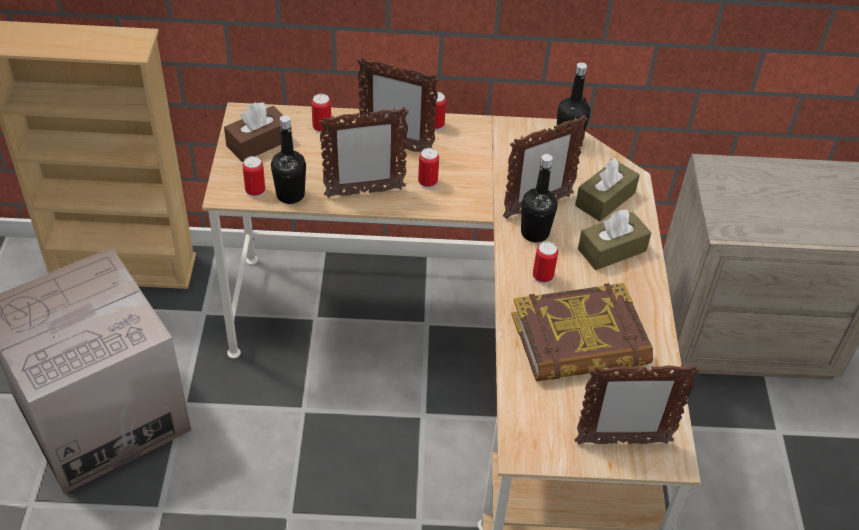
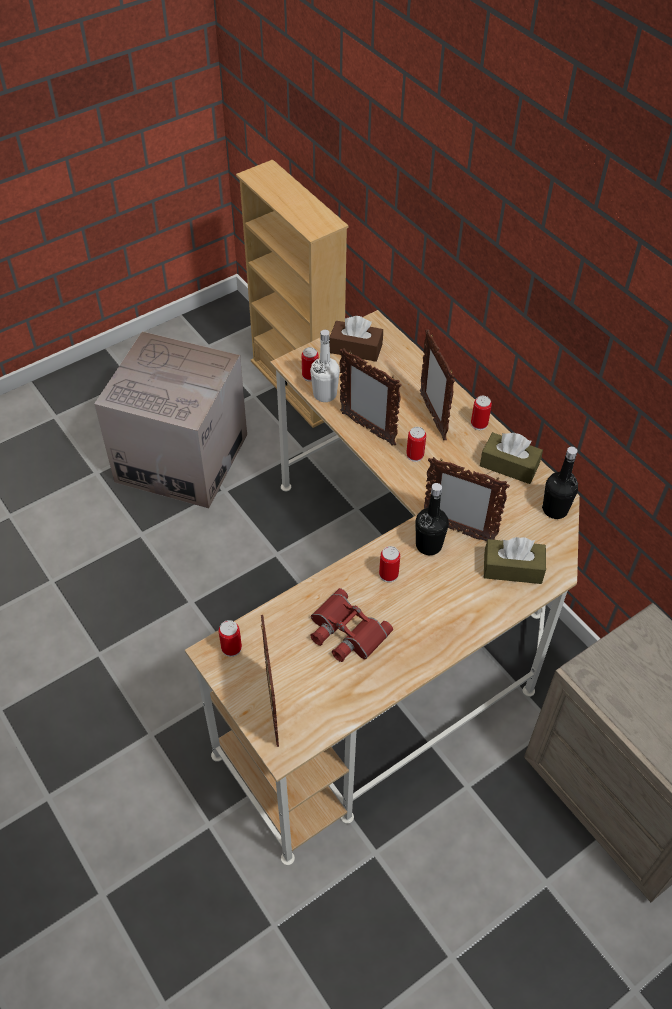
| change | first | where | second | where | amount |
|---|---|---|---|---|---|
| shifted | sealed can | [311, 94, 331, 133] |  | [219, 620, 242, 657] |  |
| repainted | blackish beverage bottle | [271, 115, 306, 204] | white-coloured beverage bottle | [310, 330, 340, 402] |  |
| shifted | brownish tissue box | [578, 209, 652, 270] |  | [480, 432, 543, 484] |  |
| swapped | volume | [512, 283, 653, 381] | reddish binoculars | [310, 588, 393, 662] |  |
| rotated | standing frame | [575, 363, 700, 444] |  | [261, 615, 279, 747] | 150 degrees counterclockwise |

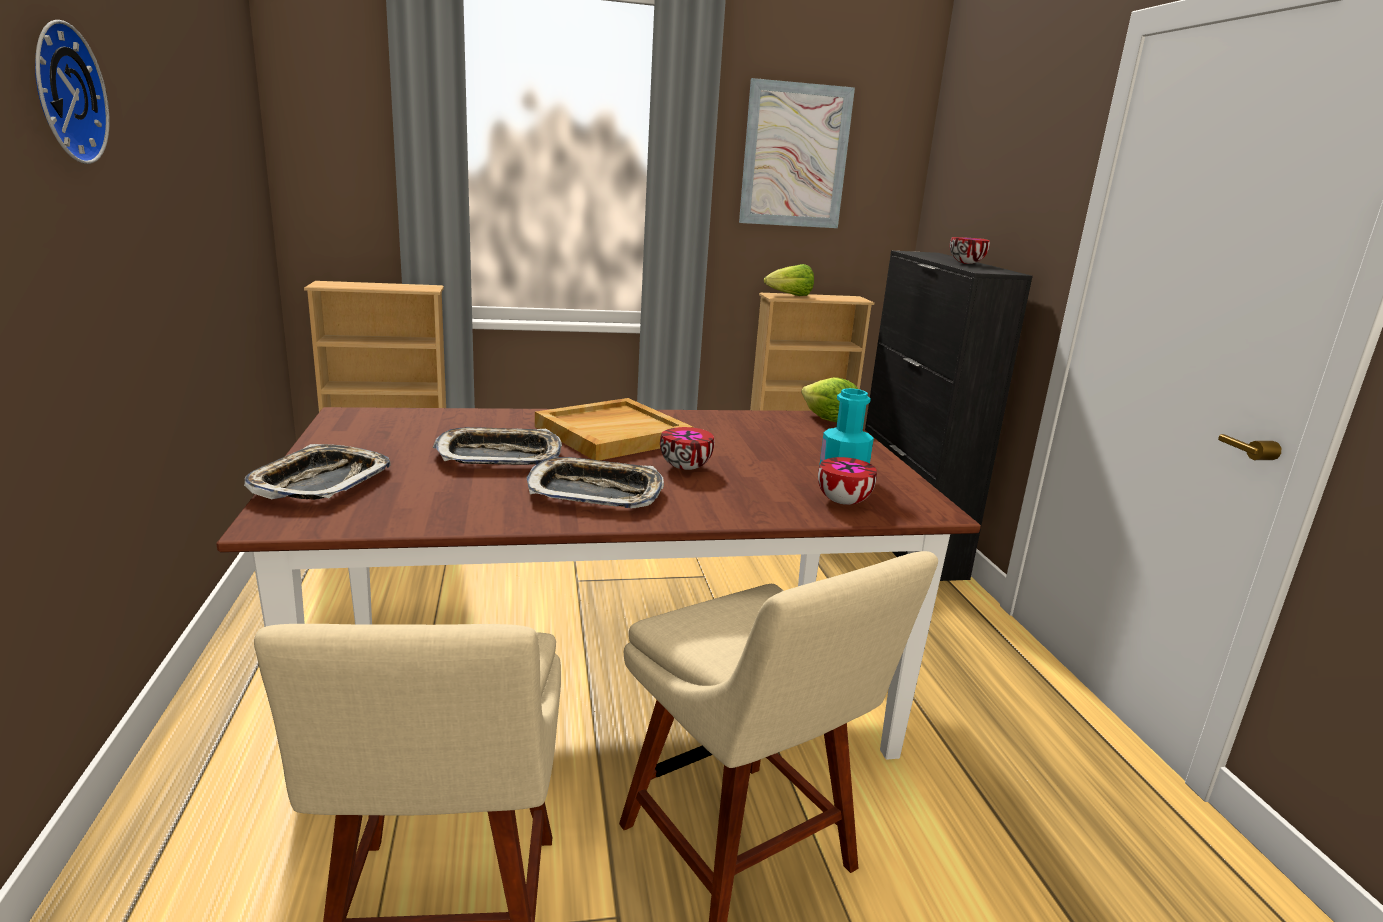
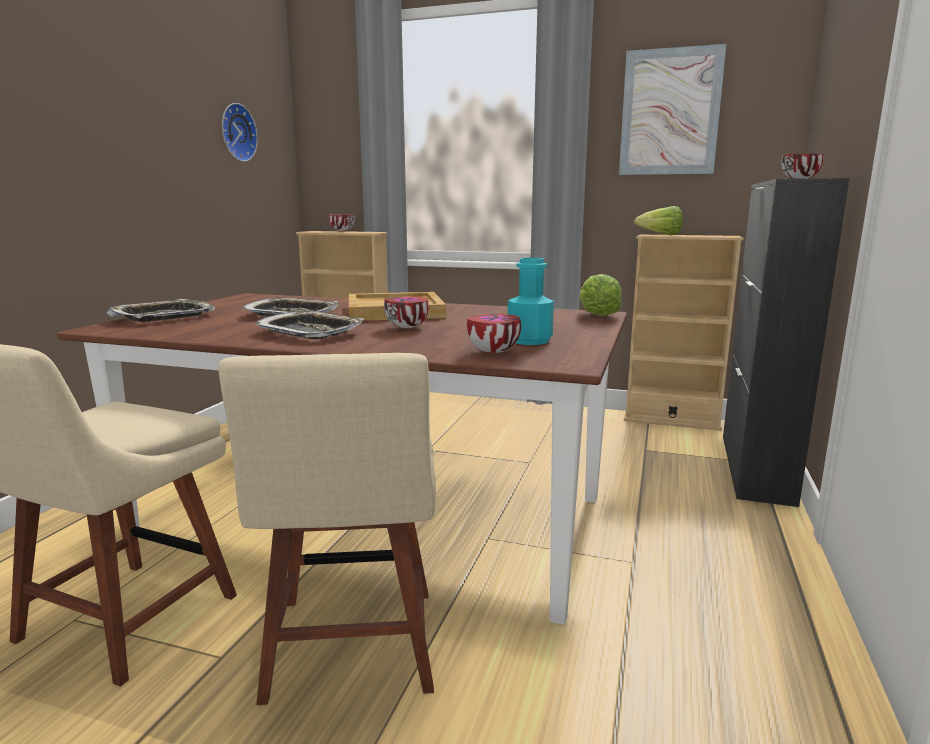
| change | first | where | second | where | amount |
|---|---|---|---|---|---|
| shifted | wall clock | [35, 20, 110, 164] |  | [222, 103, 258, 162] |  |
| new |  |  | bowl | [329, 214, 355, 232] |  |

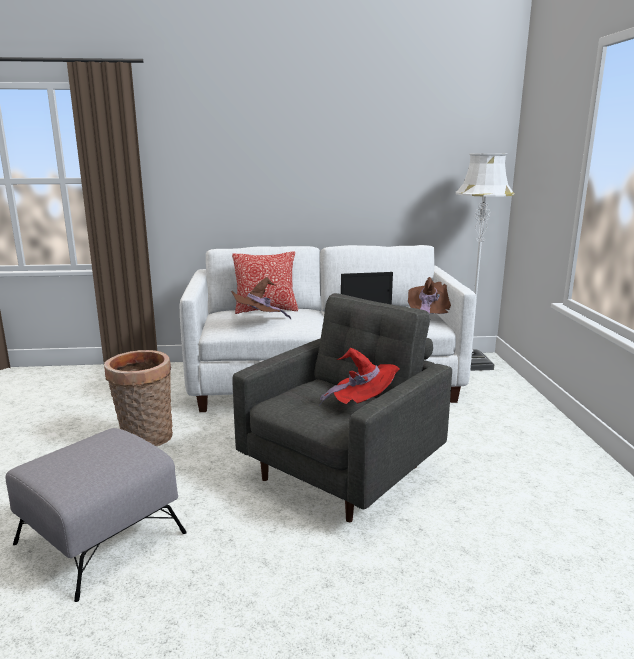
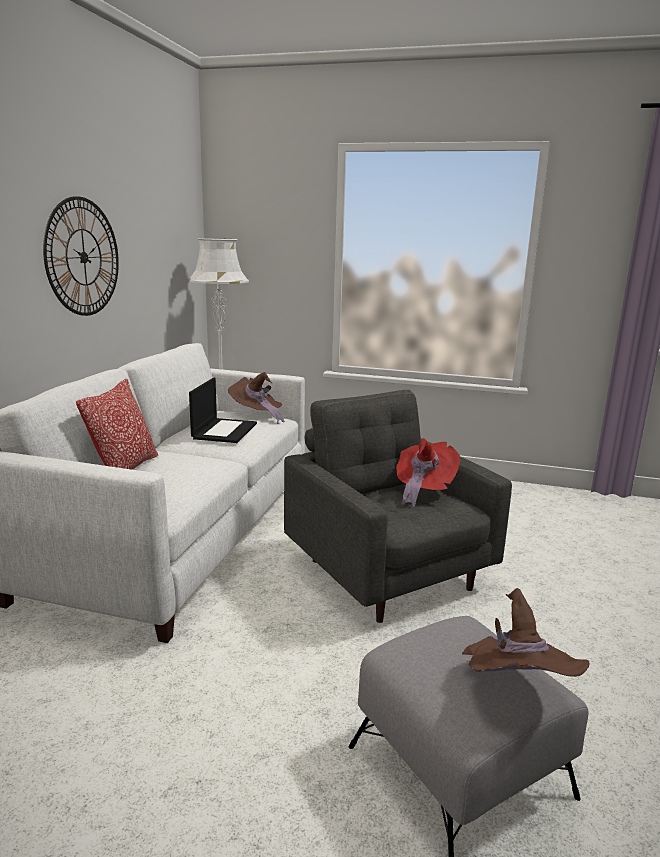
| change | first | where | second | where | amount |
|---|---|---|---|---|---|
| shifted | brownish clothing hat | [231, 277, 291, 319] |  | [462, 588, 590, 677] |  |
| gone | household basket | [104, 350, 173, 446] |  |  |  |
| new |  |  | wall clock | [43, 196, 119, 316] |  |

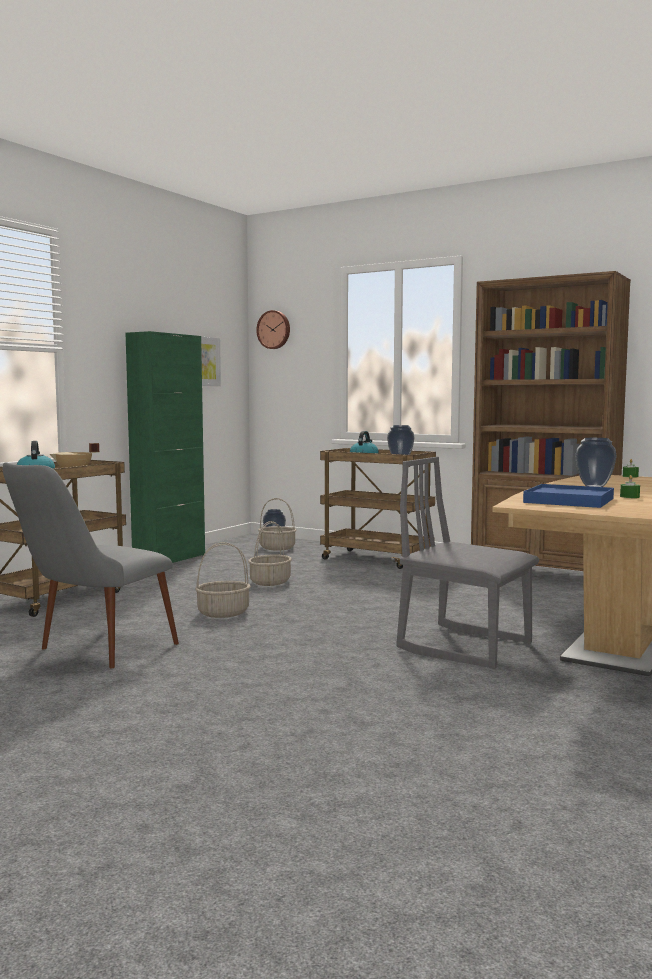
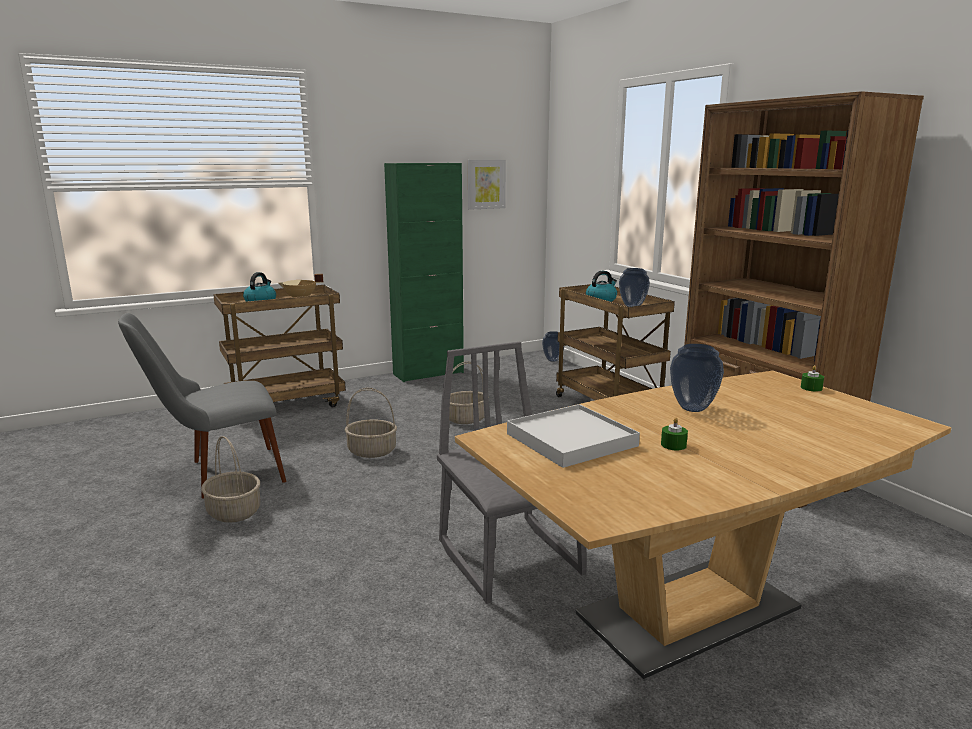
| change | first | where | second | where | amount |
|---|---|---|---|---|---|
| gone | wall clock | [256, 310, 290, 349] |  |  |  |
| repainted | bluish carrying tray | [523, 484, 614, 508] | white-coloured carrying tray | [507, 404, 640, 468] |  |
| shifted | household basket | [258, 498, 296, 551] |  | [201, 436, 260, 523] |  |

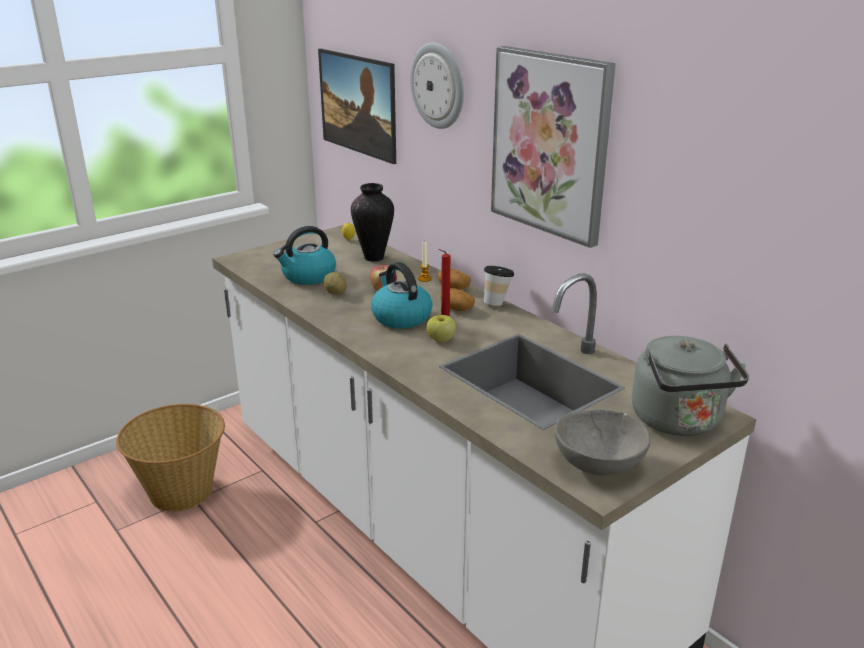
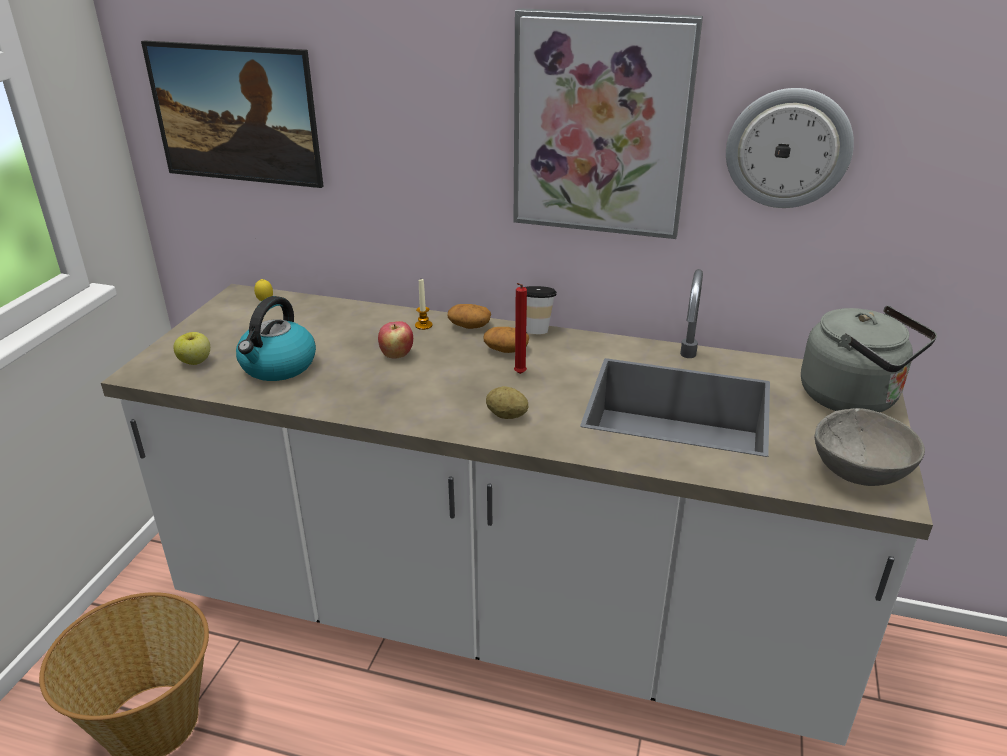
| change | first | where | second | where | amount |
|---|---|---|---|---|---|
| shifted | wall clock | [410, 43, 464, 129] |  | [726, 88, 854, 208] |  |
| gone | vase | [351, 183, 394, 261] |  |  |  |
| gone | tea kettle | [371, 262, 433, 329] |  |  |  |
| shifted | spud | [323, 272, 347, 294] |  | [486, 386, 528, 419] |  |
| shifted | whole apple | [427, 315, 456, 342] |  | [173, 332, 210, 365] |  |

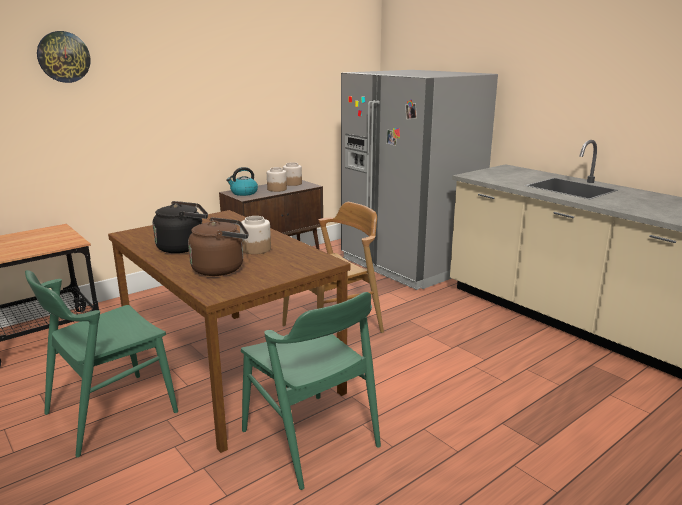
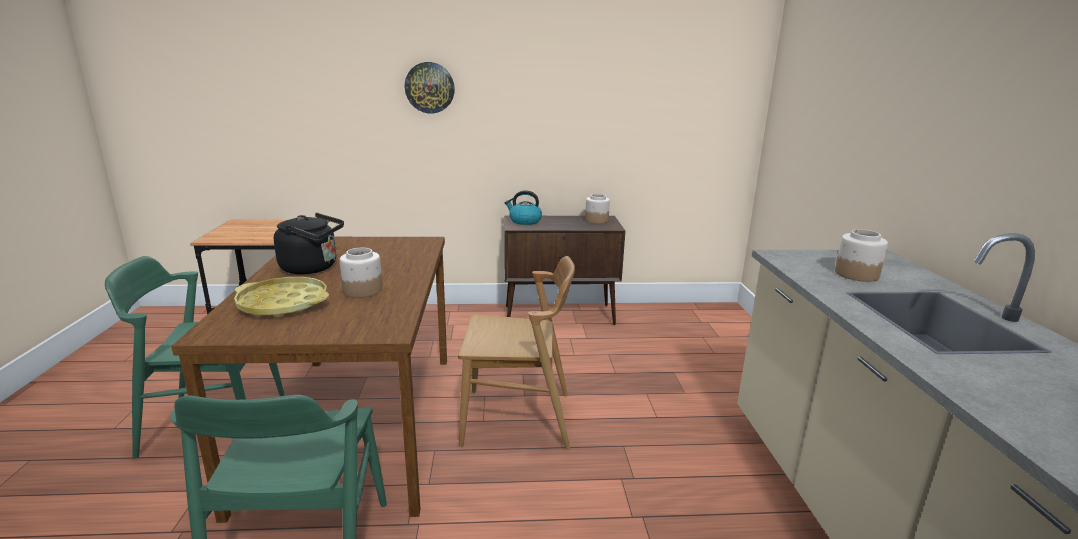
| change | first | where | second | where | amount |
|---|---|---|---|---|---|
| shifted | wall clock | [37, 31, 91, 83] |  | [405, 62, 455, 114] |  |
| gone | grey fridge | [341, 70, 498, 290] |  |  |  |
| shifted | jar | [267, 167, 287, 192] |  | [835, 229, 888, 282] |  |
| swapped | brownish tea kettle | [188, 217, 249, 276] | yellow-coloured carrying tray | [234, 277, 329, 317] |  |

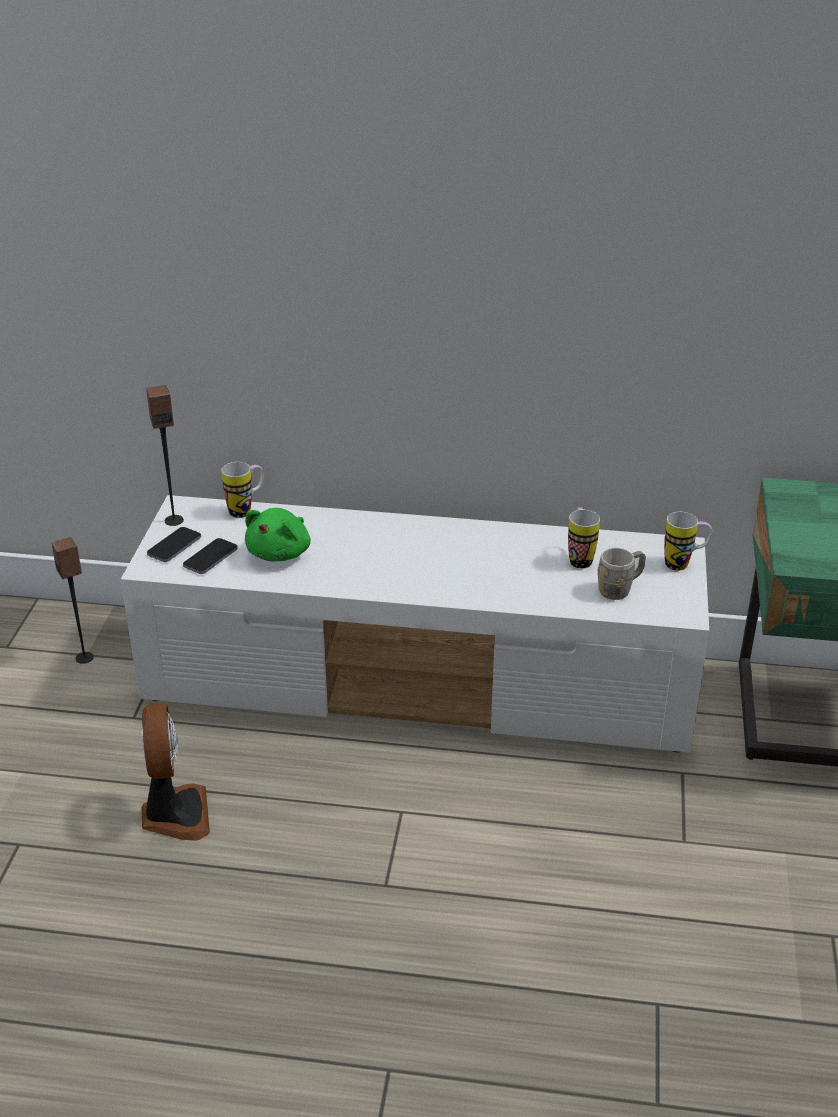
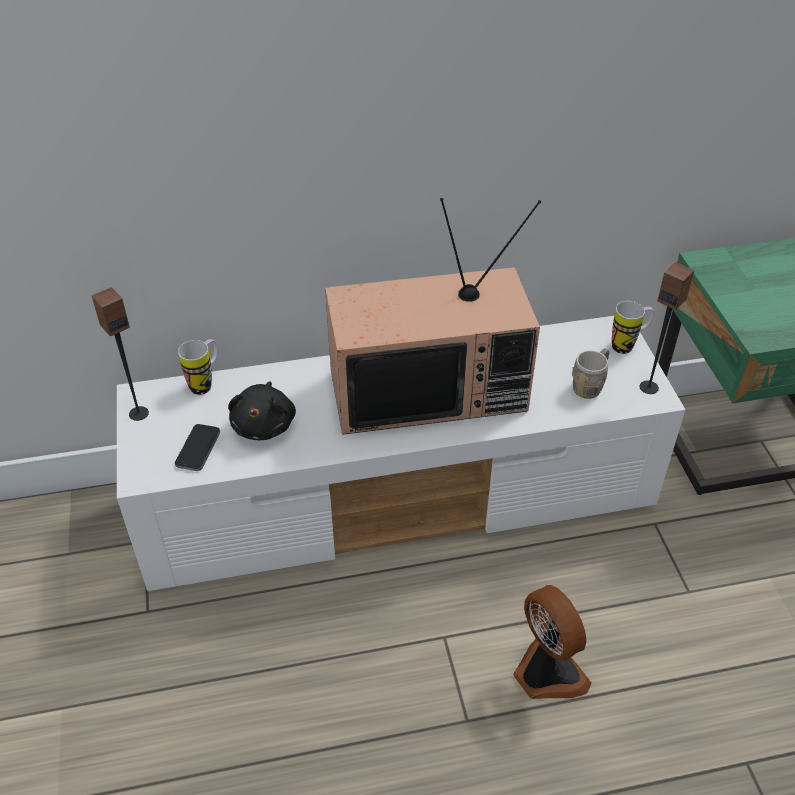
| change | first | where | second | where | amount |
|---|---|---|---|---|---|
| gone | coffee mug | [568, 507, 600, 569] |  |  |  |
| repainted | greenish plush toy | [245, 508, 311, 561] | blackish plush toy | [228, 381, 296, 440] |  |
| gone | handset | [147, 527, 201, 562] |  |  |  |
| shifted | audio speaker | [51, 537, 94, 664] |  | [639, 262, 695, 394] |  |
| shifted | cooling fan | [142, 703, 210, 841] |  | [513, 585, 592, 699] |  |
| new |  |  | TV | [325, 198, 541, 435] |  |

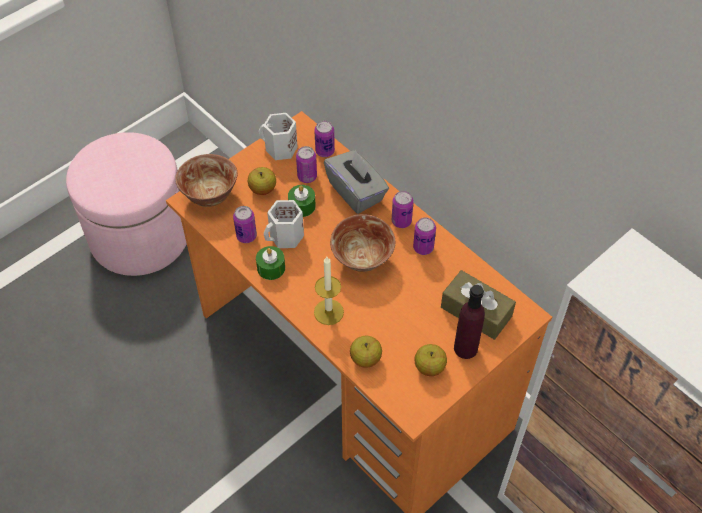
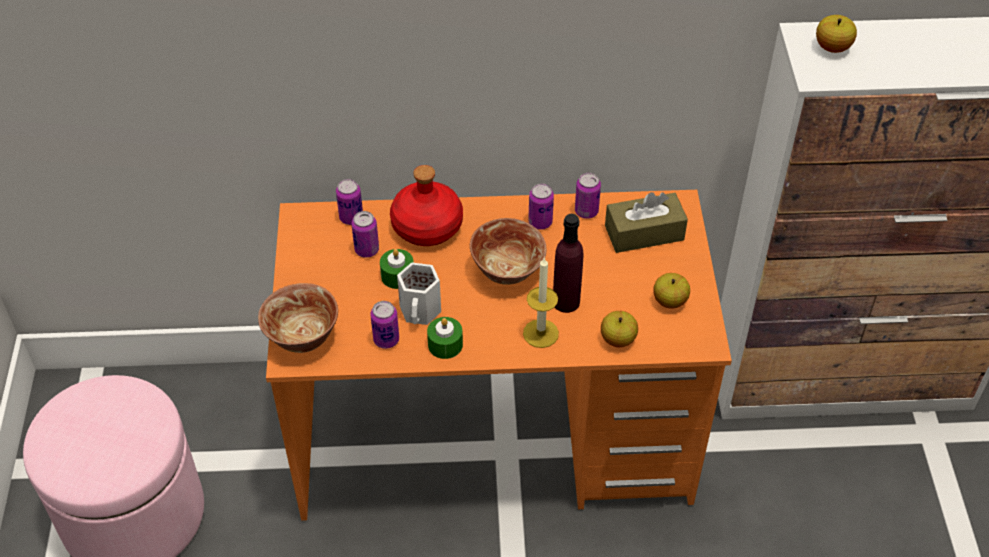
| change | first | where | second | where | amount |
|---|---|---|---|---|---|
| gone | white-coloured coffee mug | [259, 113, 297, 160] |  |  |  |
| swapped | grey tissue box | [324, 150, 389, 214] | reddish beverage bottle | [390, 165, 463, 246] |  |
| shifted | whole apple | [248, 167, 276, 195] |  | [816, 15, 857, 53] |  |
| shifted | sealed can | [392, 191, 414, 228] |  | [575, 173, 601, 219] |  |
| shifted | purplish beverage bottle | [454, 285, 485, 359] |  | [553, 214, 583, 313] |  |

